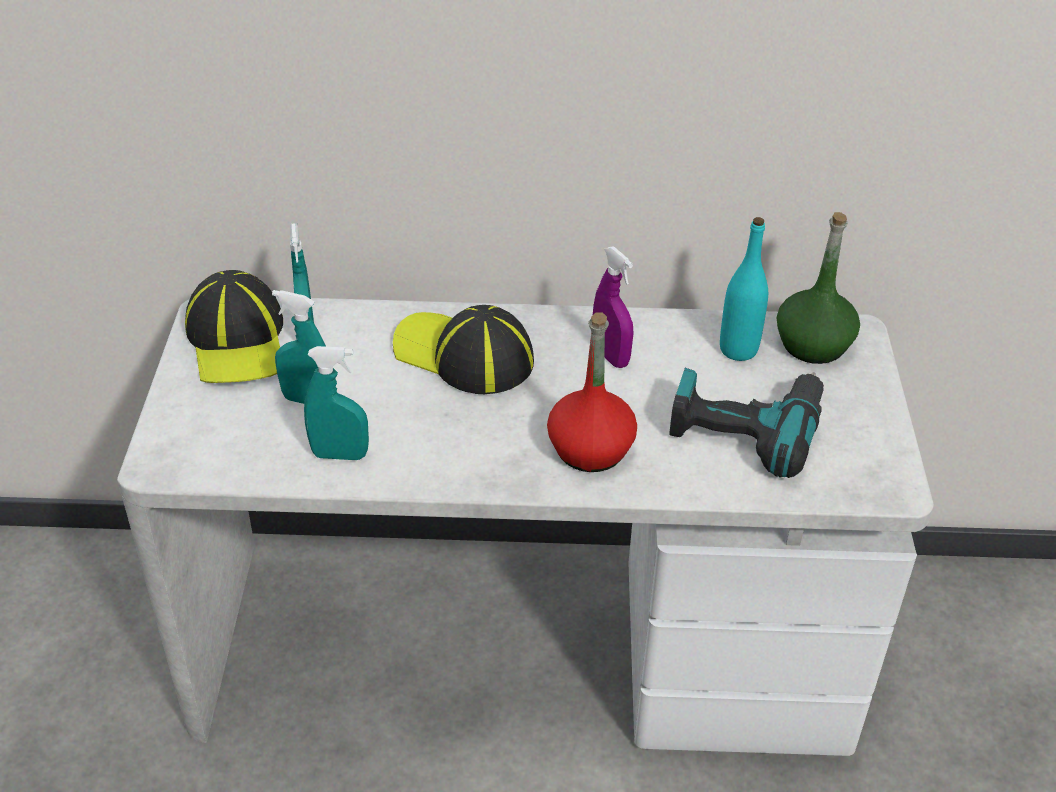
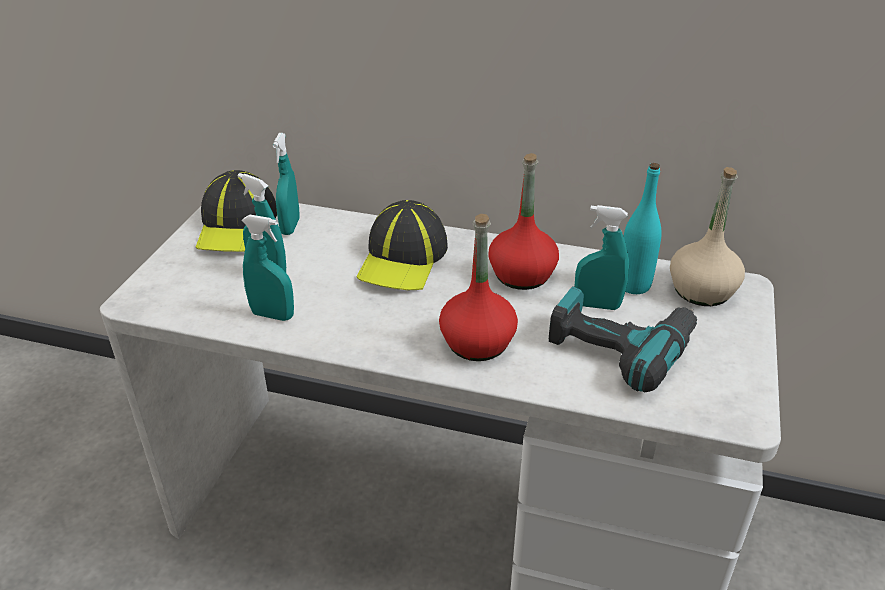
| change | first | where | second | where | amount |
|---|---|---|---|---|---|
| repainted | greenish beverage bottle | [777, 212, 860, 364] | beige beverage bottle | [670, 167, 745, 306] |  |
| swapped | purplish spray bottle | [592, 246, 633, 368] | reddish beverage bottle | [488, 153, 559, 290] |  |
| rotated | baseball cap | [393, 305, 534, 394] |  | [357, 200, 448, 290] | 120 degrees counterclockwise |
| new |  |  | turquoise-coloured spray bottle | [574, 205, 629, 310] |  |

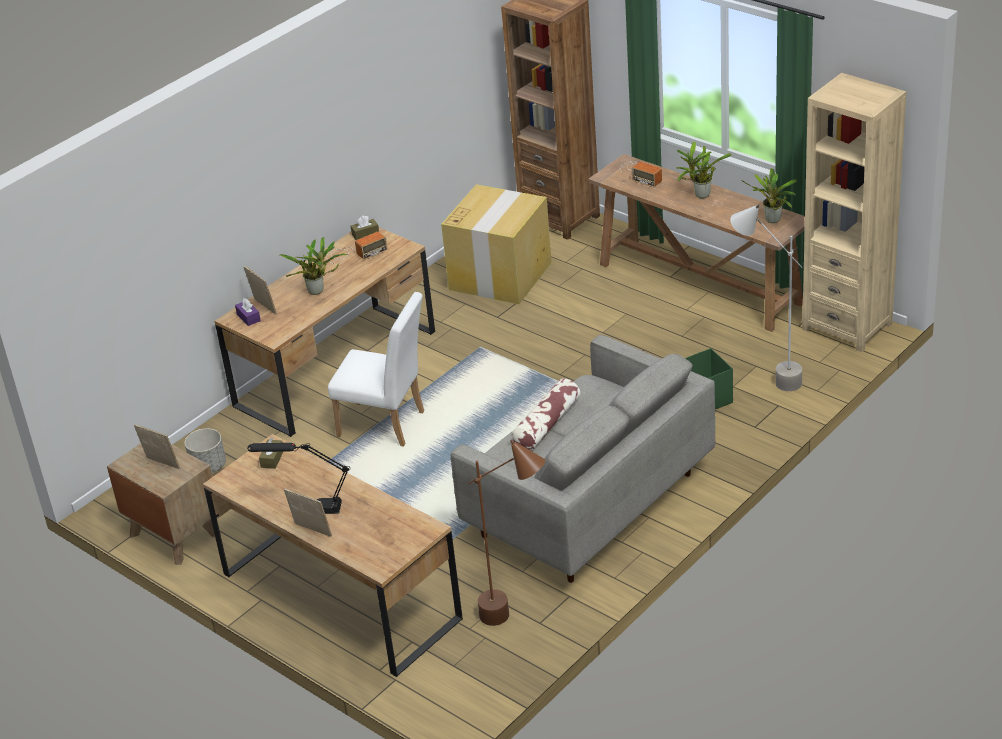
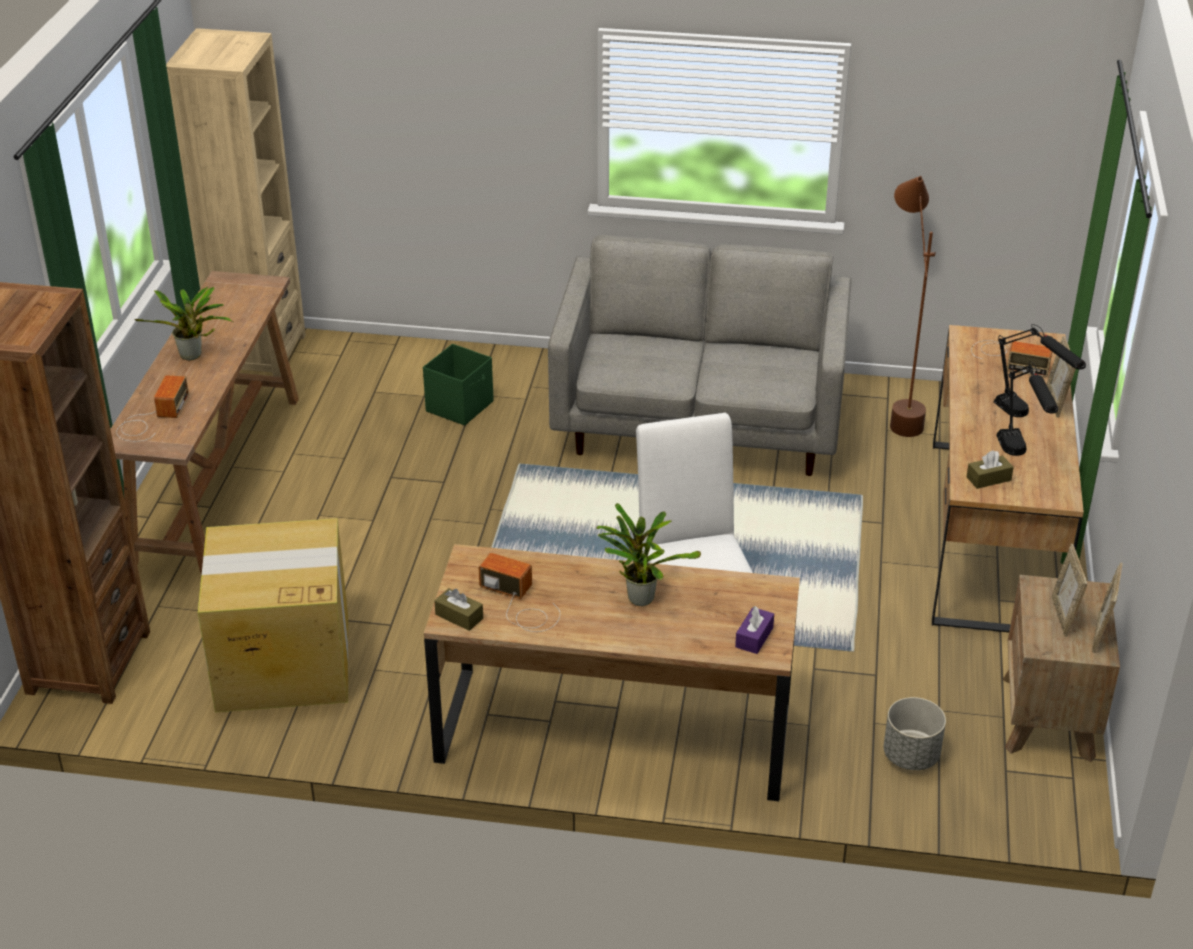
| change | first | where | second | where | amount |
|---|---|---|---|---|---|
| gone | plant in a pot | [743, 168, 797, 223] |  |  |  |
| gone | grey standard lamp | [730, 204, 802, 391] |  |  |  |
| shifted | standing frame | [244, 266, 277, 314] |  | [1092, 563, 1123, 653] |  |
| gone | throw pillow | [511, 378, 580, 450] |  |  |  |
| new |  |  | radio receiver | [971, 340, 1052, 377] |  |
| new |  |  | blackish tabletop lamp | [996, 361, 1058, 456] |  |

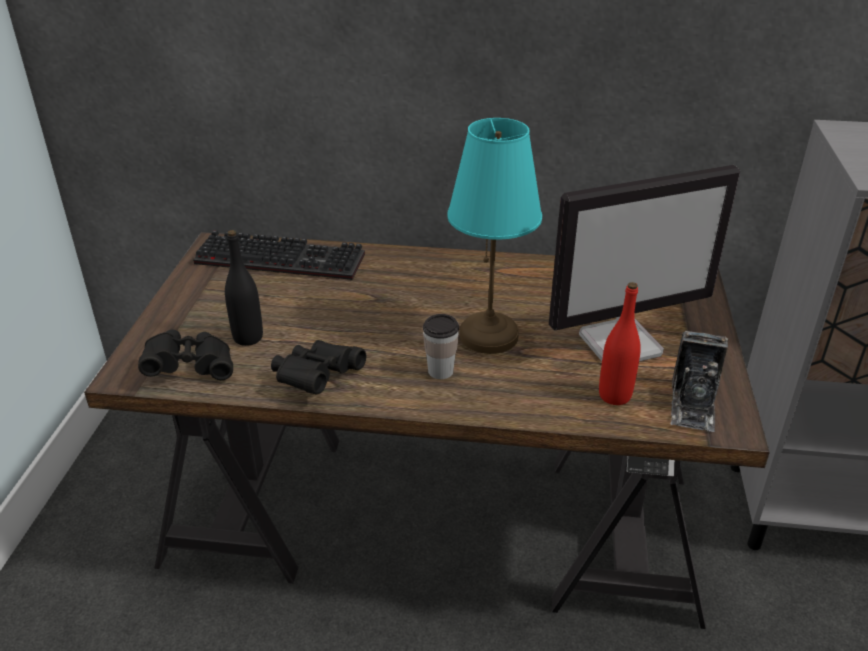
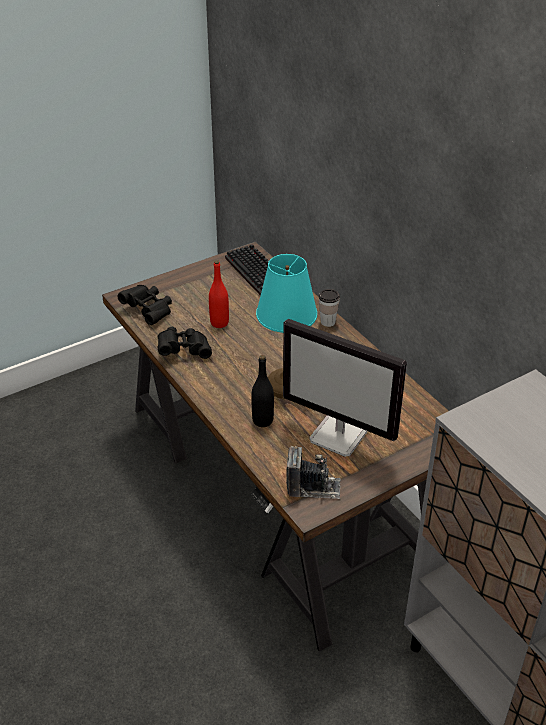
| change | first | where | second | where | amount |
|---|---|---|---|---|---|
| shifted | blackish beverage bottle | [225, 230, 263, 346] |  | [251, 355, 274, 427] |  |
| shifted | reddish beverage bottle | [599, 282, 641, 405] |  | [209, 260, 229, 328] |  |
| shifted | cup | [423, 314, 459, 379] |  | [319, 289, 340, 327] |  |
| rotated | photo camera | [670, 331, 728, 432] |  | [286, 446, 341, 499] | 150 degrees counterclockwise |

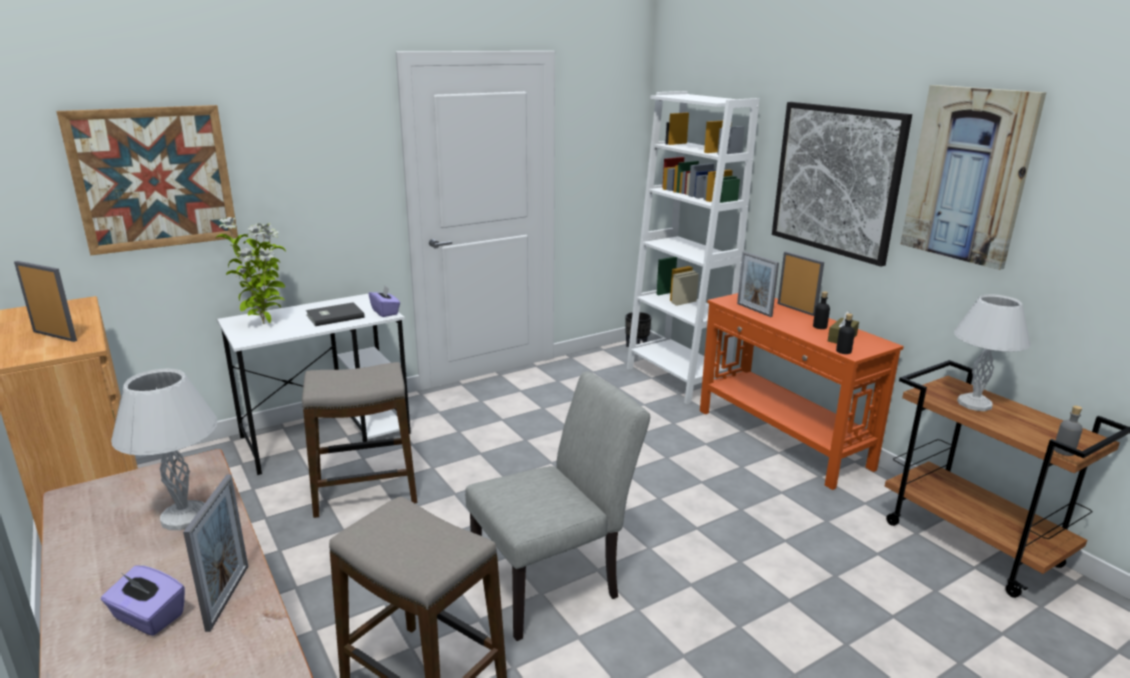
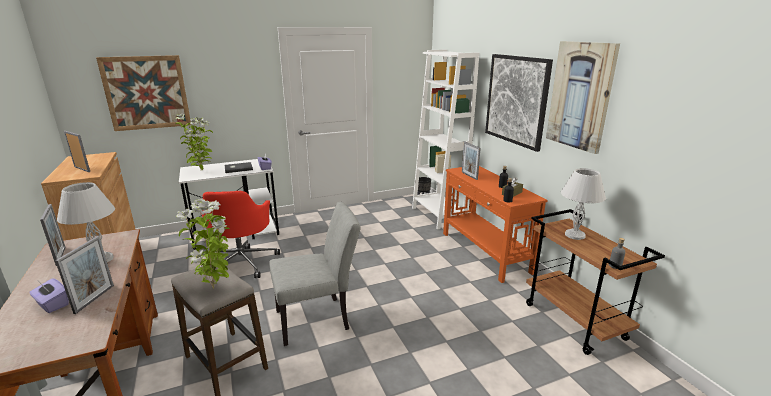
| change | first | where | second | where | amount |
|---|---|---|---|---|---|
| shifted | standing frame | [778, 251, 824, 316] |  | [40, 204, 66, 266] |  |
| swapped | stool seat | [302, 362, 417, 518] | reddish computer chair | [201, 191, 280, 278] |  |
| new |  |  | plant in a pot | [176, 199, 230, 289] |  |

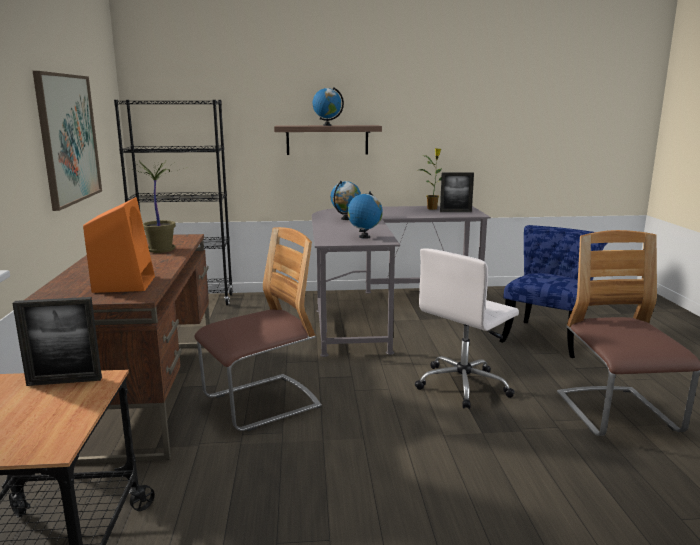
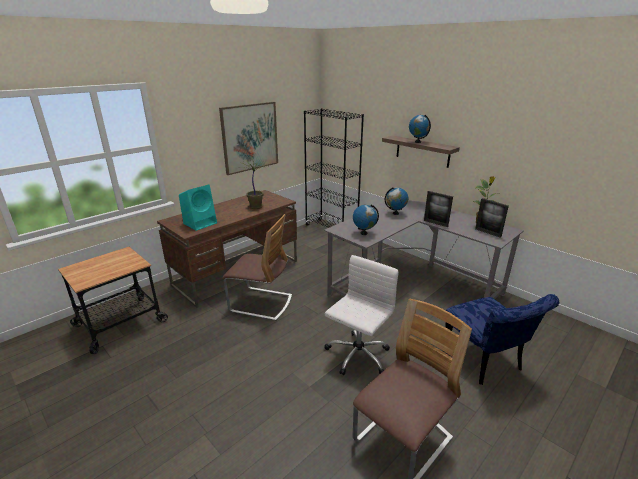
| change | first | where | second | where | amount |
|---|---|---|---|---|---|
| repainted | orangey audio speaker | [83, 197, 155, 293] | turquoise-coloured audio speaker | [179, 185, 217, 231] |  |
| rotated | bluish plain chair | [500, 225, 607, 358] |  | [445, 294, 559, 385] | 75 degrees clockwise |
| rotated | white-coloured computer chair | [415, 248, 519, 409] |  | [324, 255, 399, 375] | 120 degrees clockwise |
| shifted | standing frame | [12, 297, 102, 386] |  | [424, 191, 453, 227] |  |

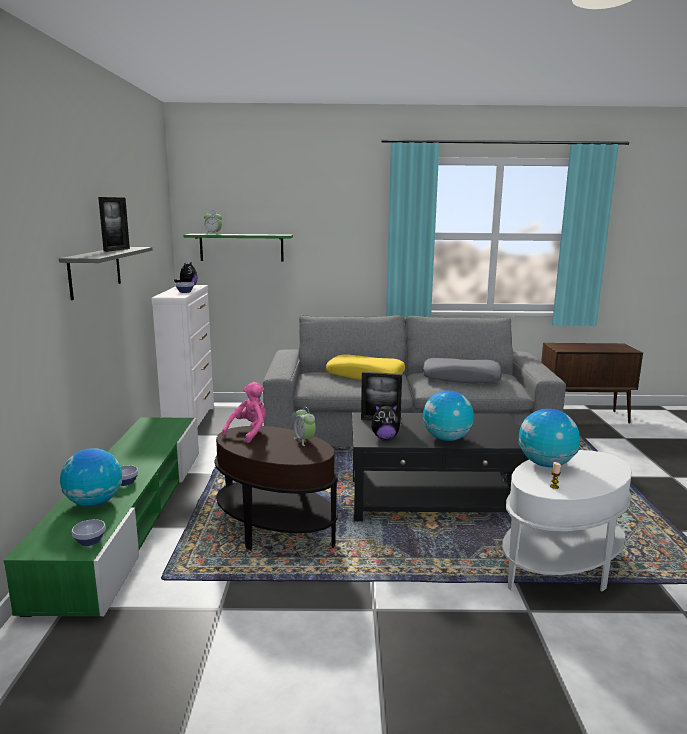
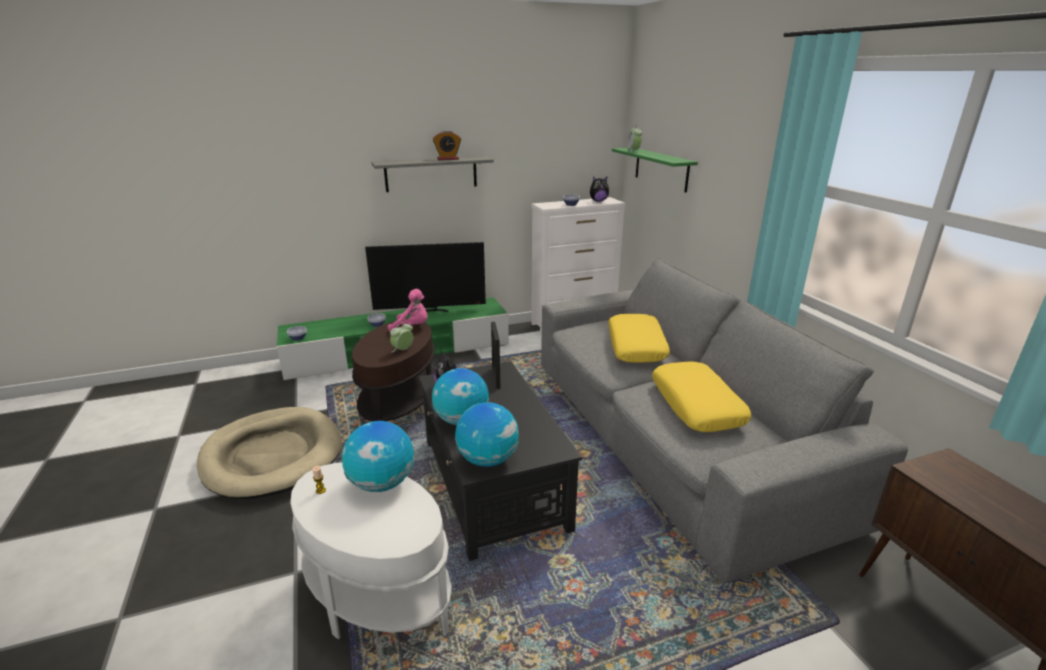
| change | first | where | second | where | amount |
|---|---|---|---|---|---|
| swapped | standing frame | [98, 197, 130, 252] | table clock | [433, 130, 461, 160] |  |
| repainted | grey throw pillow | [423, 358, 502, 384] | yellow-coloured throw pillow | [652, 361, 751, 432] |  |
| shifted | world globe | [60, 448, 122, 507] |  | [455, 402, 519, 467] |  |
| new |  |  | TV | [365, 242, 486, 312] |  |
| new |  |  | beige dog bed | [197, 407, 342, 499] |  |

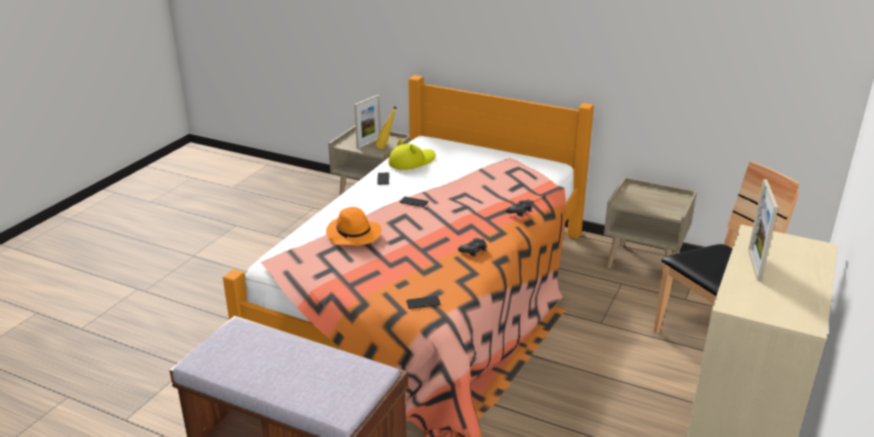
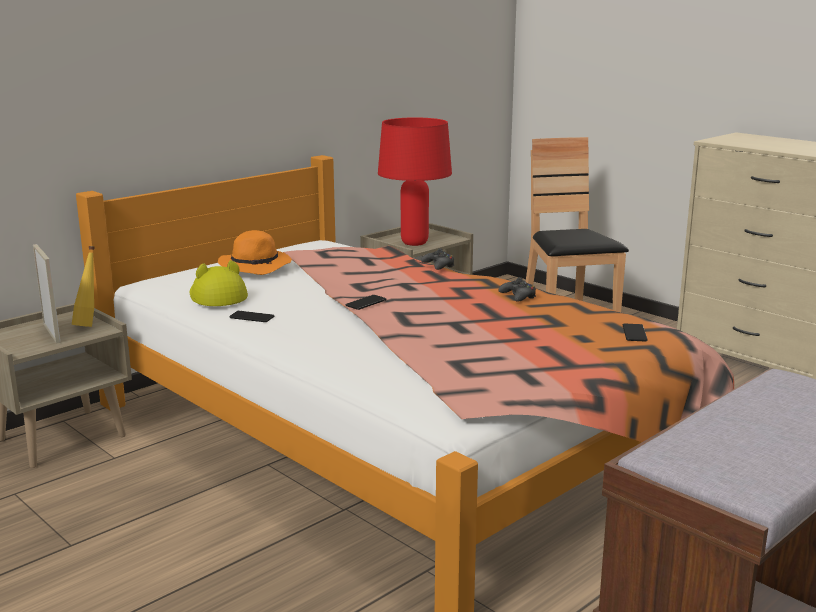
| change | first | where | second | where | amount |
|---|---|---|---|---|---|
| gone | standing frame | [748, 179, 778, 282] |  |  |  |
| shifted | orangey clothing hat | [326, 207, 381, 246] |  | [218, 230, 292, 275] |  |
| new |  |  | reddish tabletop lamp | [378, 117, 452, 246] |  |

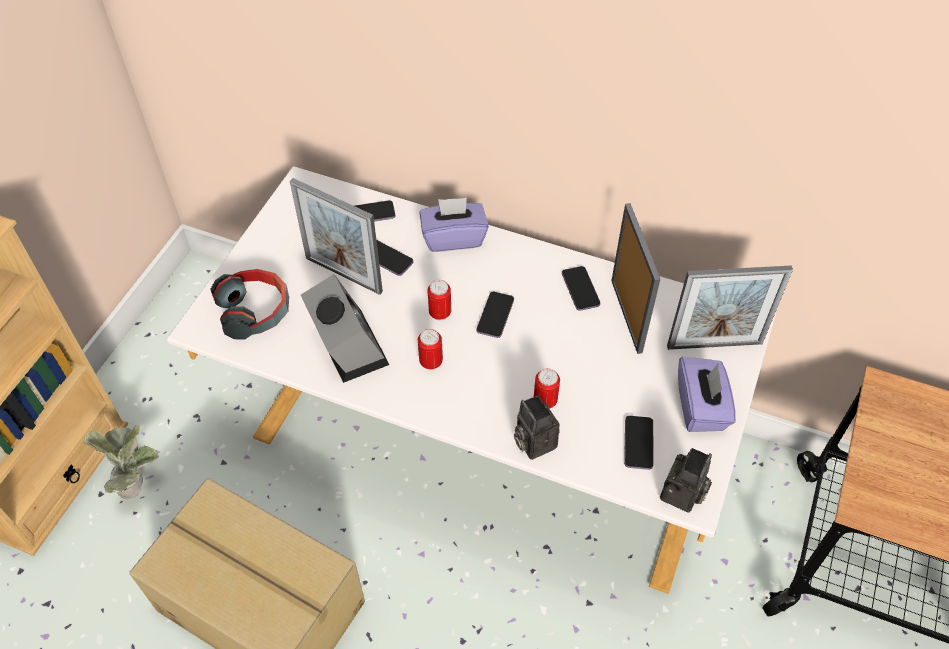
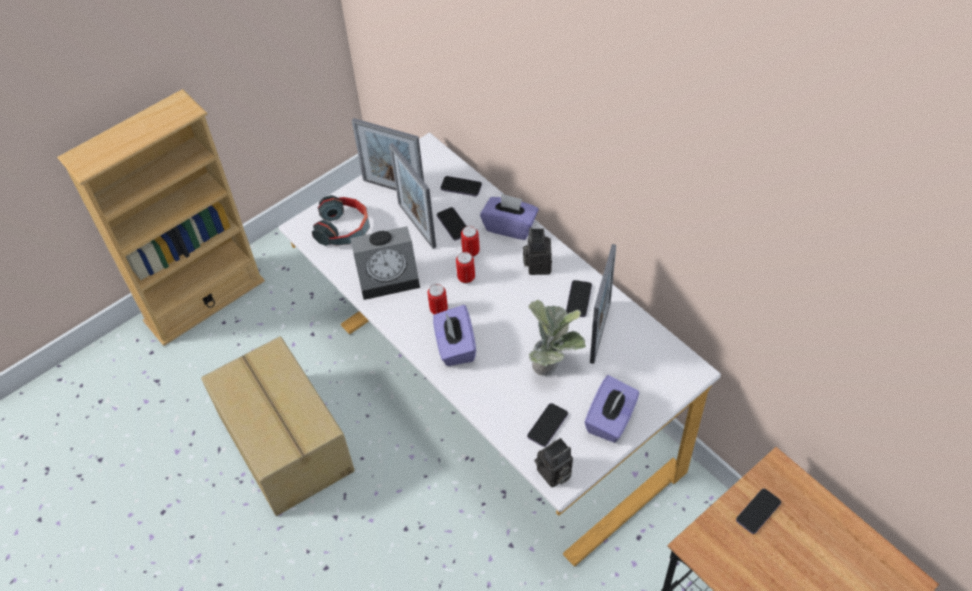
| change | first | where | second | where | amount |
|---|---|---|---|---|---|
| shifted | standing frame | [667, 266, 793, 350] |  | [352, 118, 424, 190] |  |
| rotated | table clock | [301, 274, 389, 383] |  | [350, 226, 420, 300] | 75 degrees clockwise |
| shifted | handset | [476, 292, 514, 338] |  | [736, 488, 781, 534] |  |
| shifted | sealed can | [534, 368, 560, 409] |  | [461, 226, 480, 257] |  |
| shifted | photo camera | [514, 395, 560, 460] |  | [523, 227, 552, 275] |  |
| shifted | plant in a pot | [83, 425, 159, 499] |  | [528, 300, 586, 376] |  |
| new |  |  | purplish tissue box | [433, 305, 476, 366] |  |

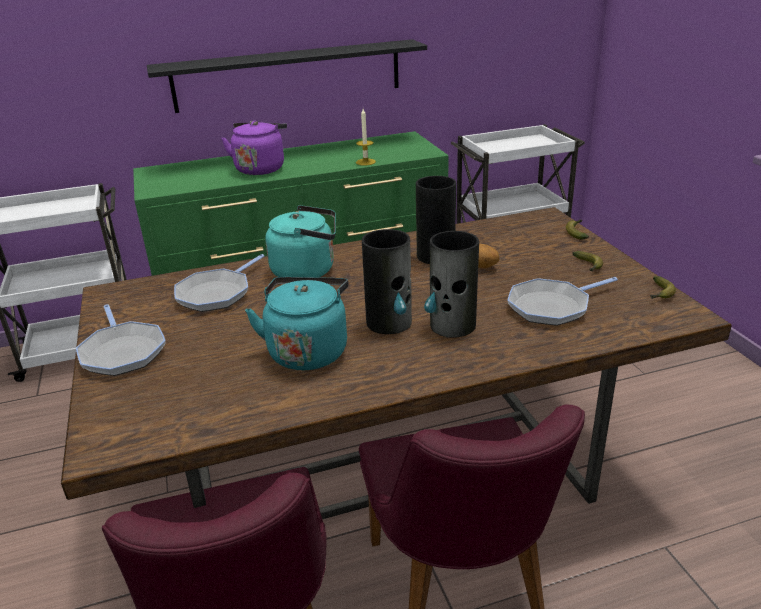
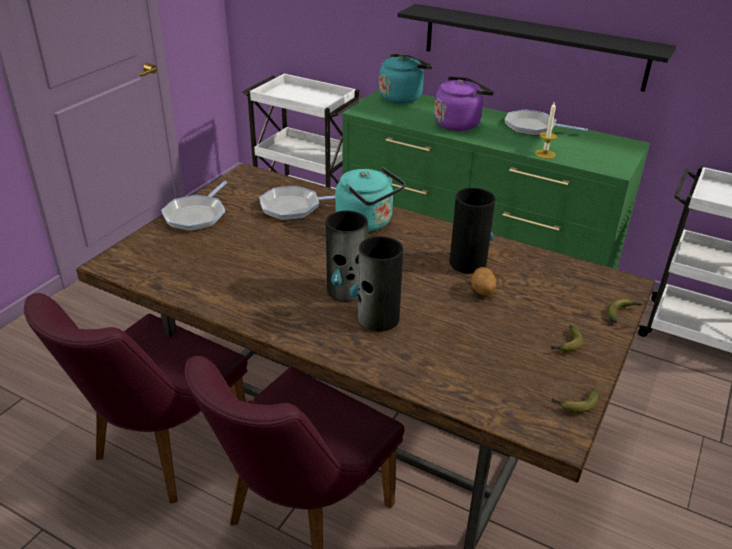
| change | first | where | second | where | amount |
|---|---|---|---|---|---|
| shifted | turquoise-coloured tea kettle | [245, 277, 349, 370] |  | [379, 53, 433, 104] |  |
| shifted | skillet | [507, 277, 618, 326] |  | [505, 110, 588, 136] |  |

